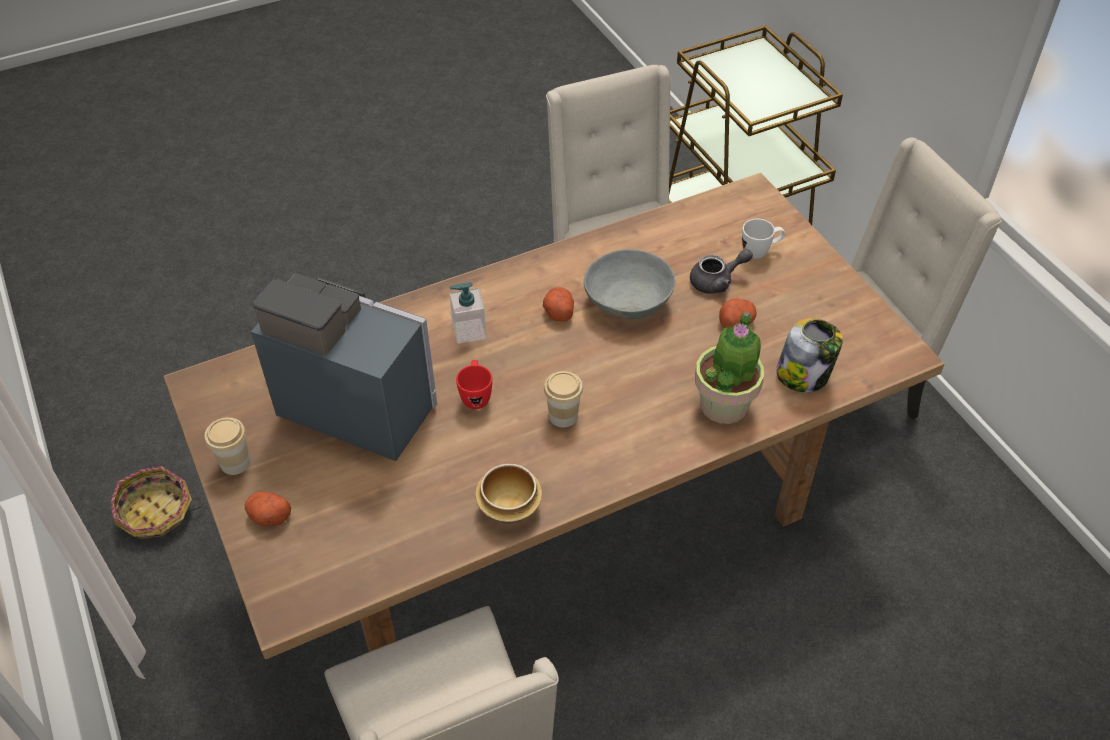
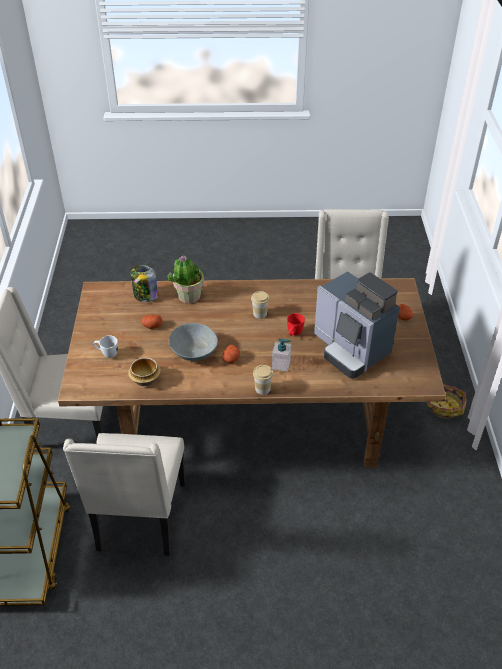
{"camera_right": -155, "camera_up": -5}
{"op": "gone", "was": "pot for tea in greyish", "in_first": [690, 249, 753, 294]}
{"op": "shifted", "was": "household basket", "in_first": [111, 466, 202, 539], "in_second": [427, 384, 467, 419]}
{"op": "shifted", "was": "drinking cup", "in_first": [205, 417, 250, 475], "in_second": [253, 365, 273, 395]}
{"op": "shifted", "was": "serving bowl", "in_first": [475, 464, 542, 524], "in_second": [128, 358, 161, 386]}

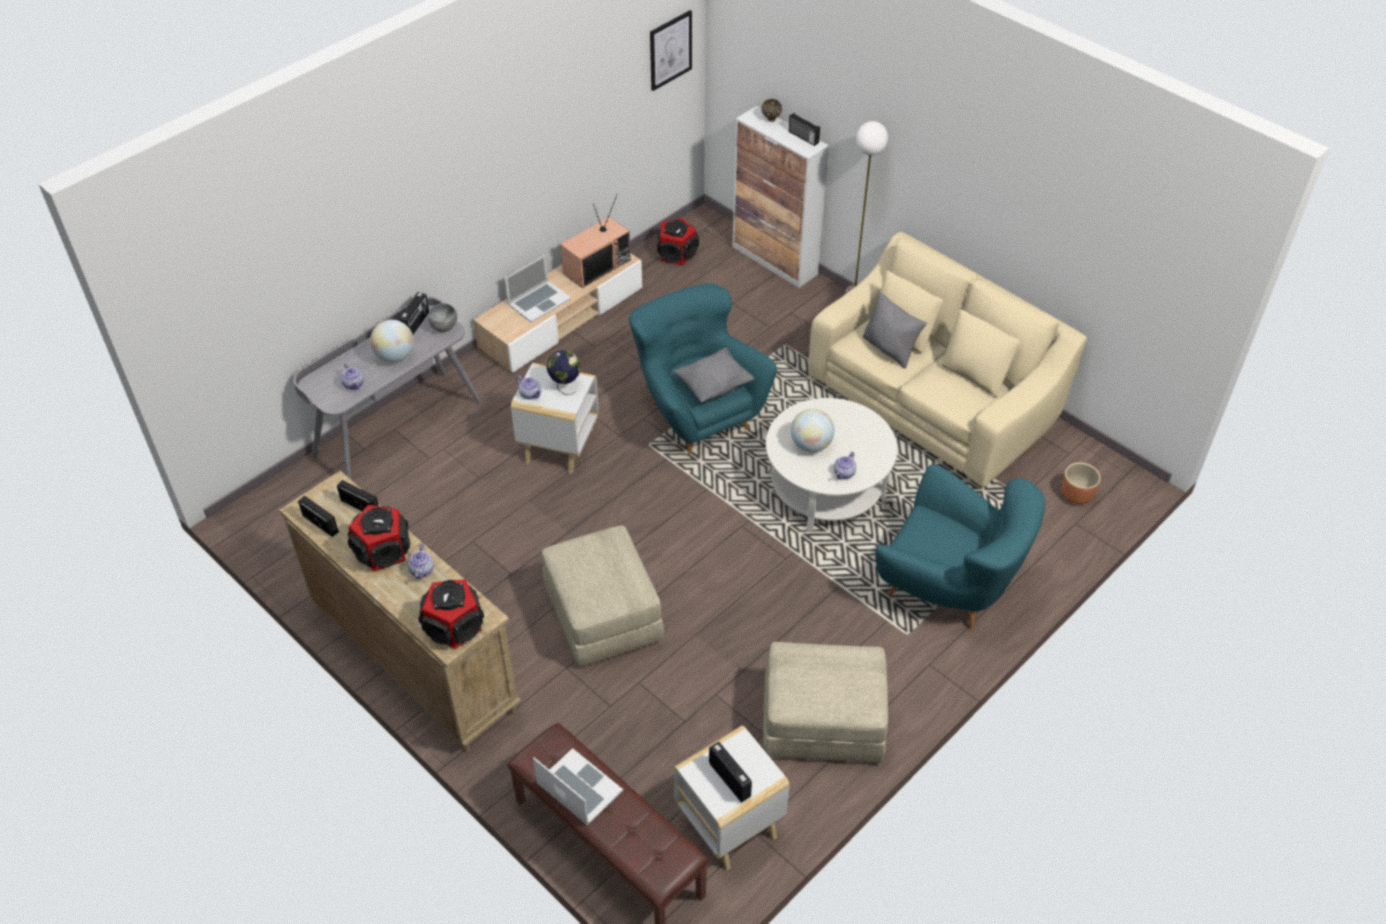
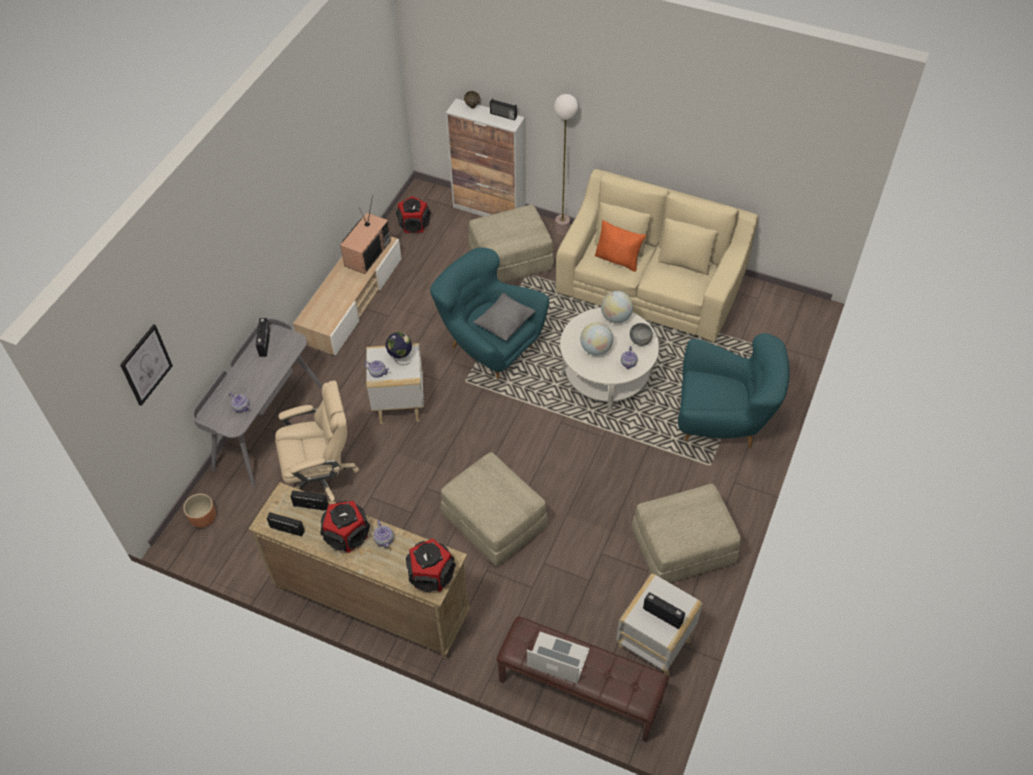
{"camera_right": -20, "camera_up": 5}
{"op": "gone", "was": "portable computer", "in_first": [505, 255, 571, 323]}
{"op": "new", "now": "computer chair in beige", "in_second": [275, 381, 359, 504]}
{"op": "new", "now": "footrest in beige", "in_second": [468, 205, 554, 283]}
{"op": "shifted", "was": "desk globe", "in_first": [370, 320, 414, 363], "in_second": [601, 291, 633, 323]}
{"op": "shifted", "was": "serving bowl in greyish", "in_first": [428, 303, 457, 332], "in_second": [630, 323, 653, 346]}
{"op": "shifted", "was": "picture", "in_first": [650, 10, 692, 91], "in_second": [120, 324, 173, 406]}
{"op": "shifted", "was": "plant pot in brown", "in_first": [1061, 462, 1101, 504], "in_second": [183, 494, 216, 528]}
{"op": "repainted", "was": "cushion in greyish", "now": "cushion in orange-coloured", "in_first": [863, 292, 927, 369], "in_second": [595, 220, 646, 272]}

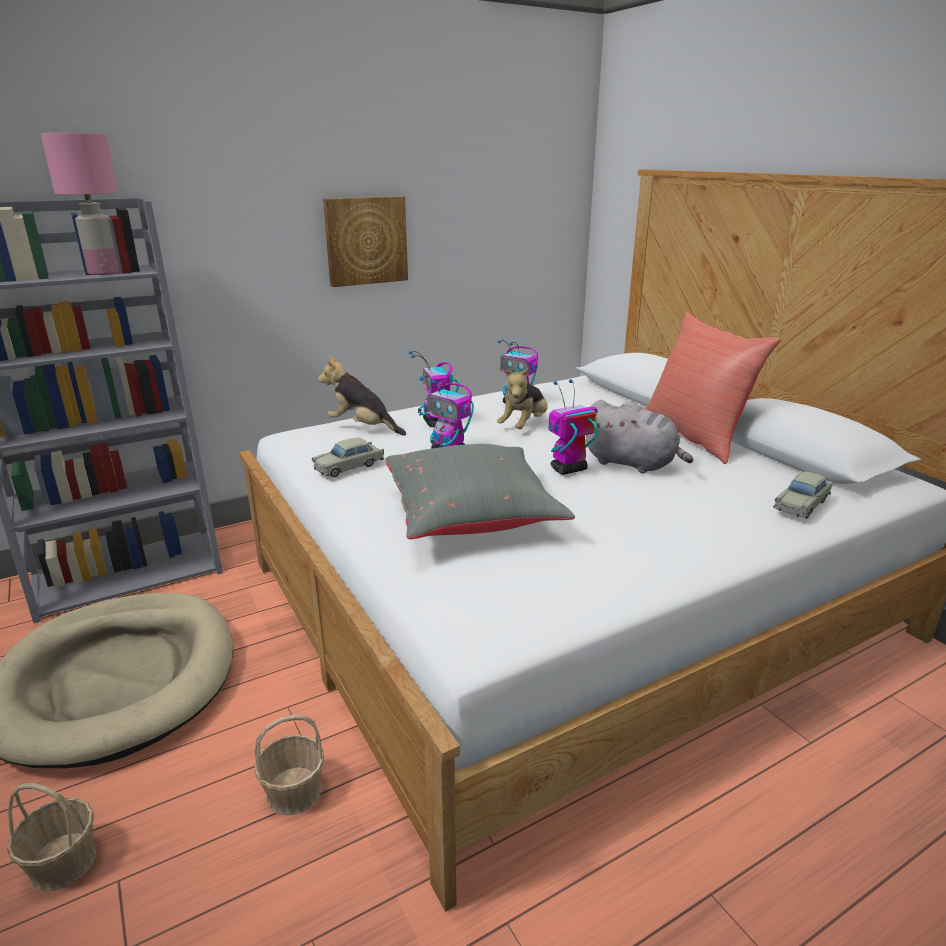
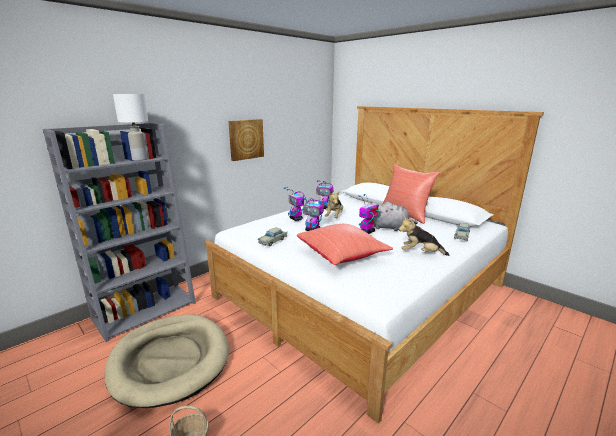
{"camera_right": -15, "camera_up": -5}
{"op": "gone", "was": "household basket", "in_first": [254, 715, 324, 816]}
{"op": "shifted", "was": "soft toy", "in_first": [318, 356, 406, 435], "in_second": [399, 216, 449, 256]}
{"op": "repainted", "was": "table lamp in pink", "now": "table lamp in whitish", "in_first": [40, 133, 119, 275], "in_second": [113, 94, 148, 161]}
{"op": "repainted", "was": "cushion in greyish", "now": "cushion in red-coloured", "in_first": [385, 444, 575, 539], "in_second": [297, 224, 393, 265]}

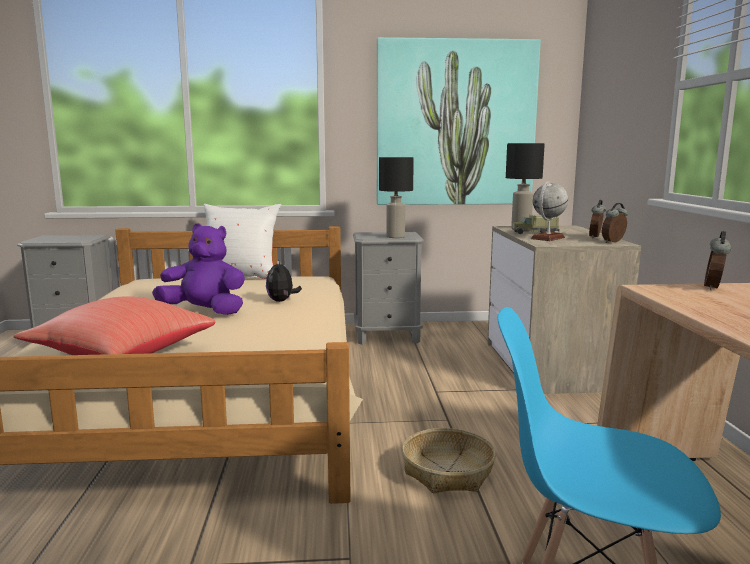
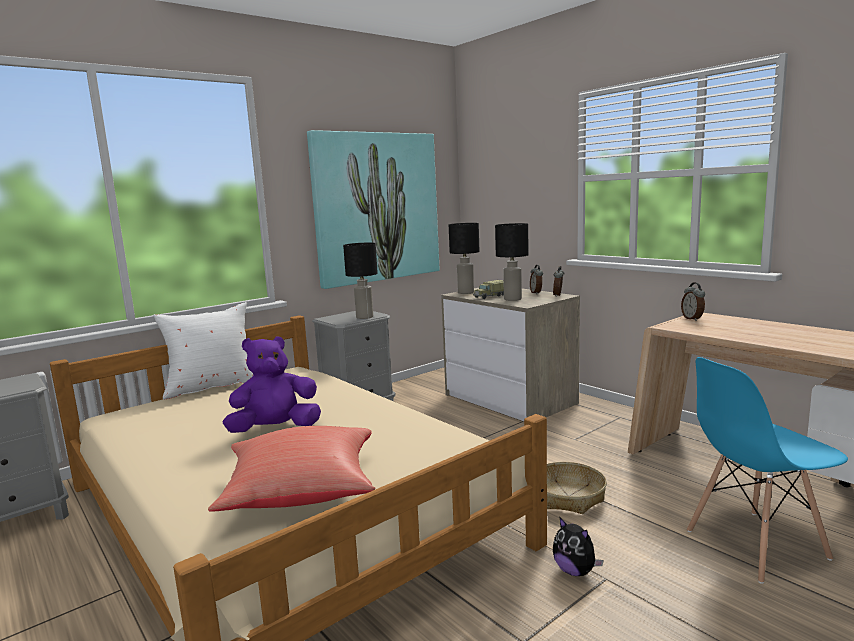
{"camera_right": -35, "camera_up": 0}
{"op": "shifted", "was": "soft toy", "in_first": [266, 259, 302, 302], "in_second": [553, 518, 604, 576]}
{"op": "swapped", "was": "desk globe", "now": "table lamp in blackish", "in_first": [530, 181, 568, 241], "in_second": [495, 223, 529, 301]}

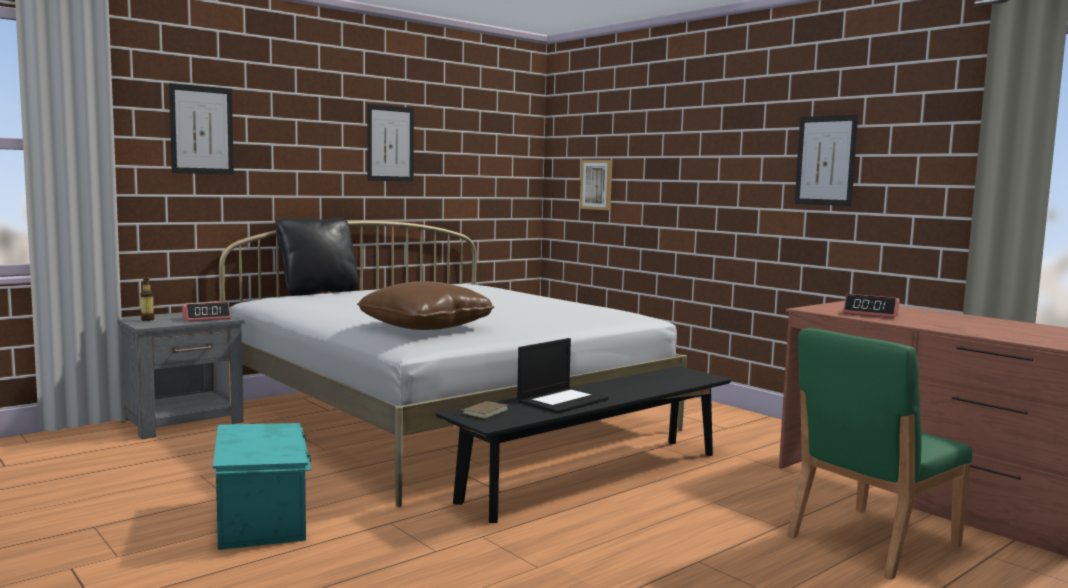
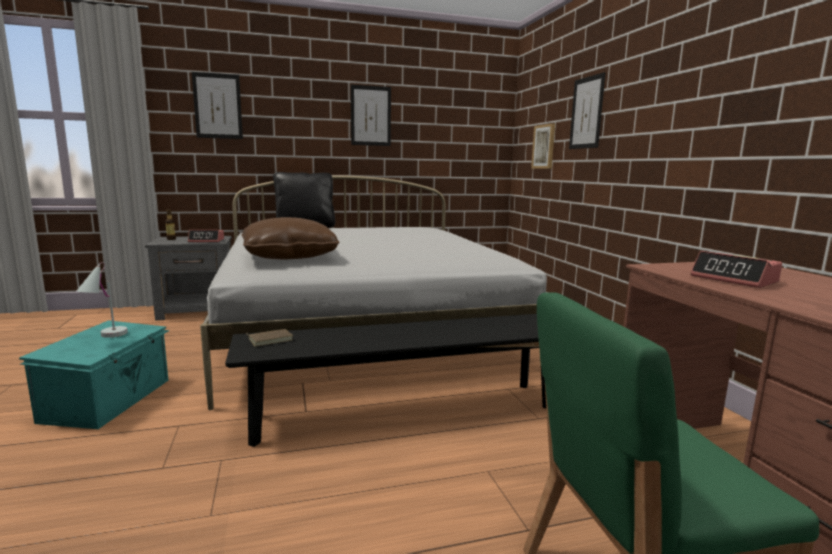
{"camera_right": 25, "camera_up": 5}
{"op": "gone", "was": "portable computer", "in_first": [517, 338, 609, 414]}
{"op": "new", "now": "table lamp in whitish", "in_second": [76, 262, 128, 338]}
{"op": "shifted", "was": "picture", "in_first": [795, 114, 858, 206], "in_second": [569, 72, 606, 149]}

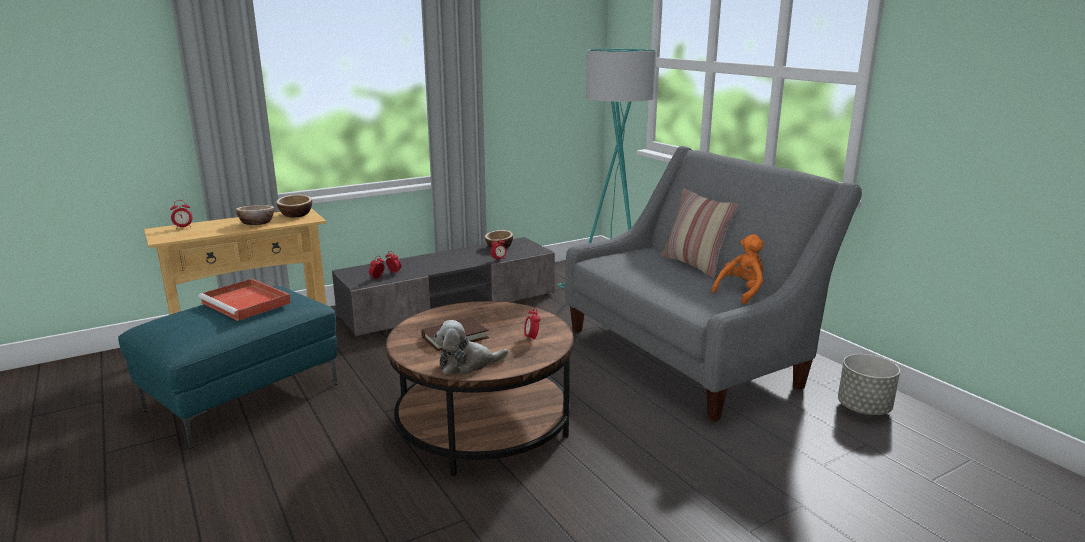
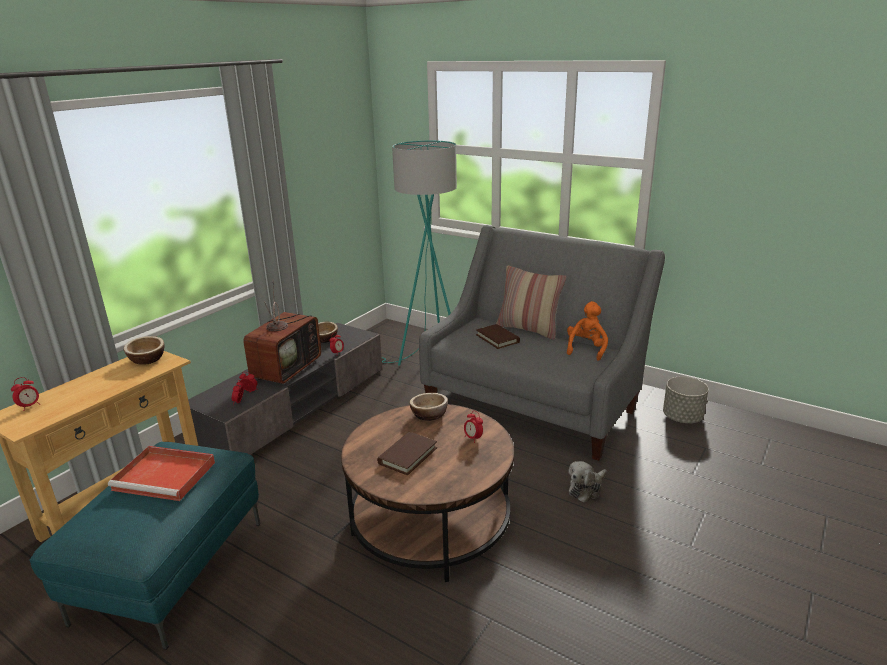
{"camera_right": -25, "camera_up": 5}
{"op": "new", "now": "television", "in_second": [243, 280, 321, 384]}
{"op": "new", "now": "book in brown", "in_second": [476, 324, 520, 349]}
{"op": "shifted", "was": "serving bowl", "in_first": [236, 205, 274, 225], "in_second": [410, 393, 448, 421]}
{"op": "shifted", "was": "soft toy", "in_first": [434, 320, 508, 375], "in_second": [568, 461, 607, 502]}

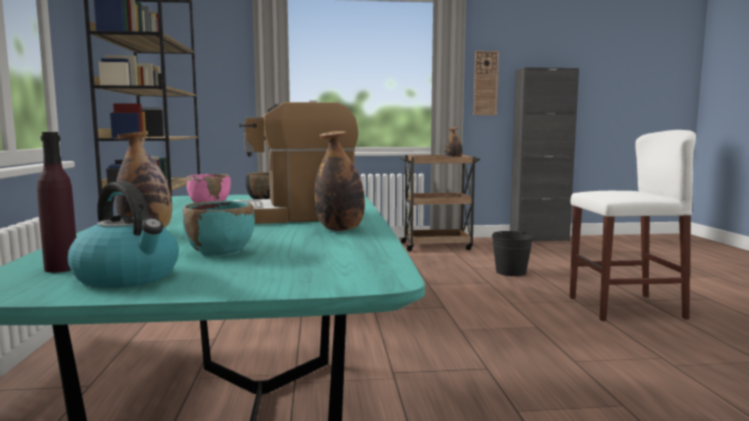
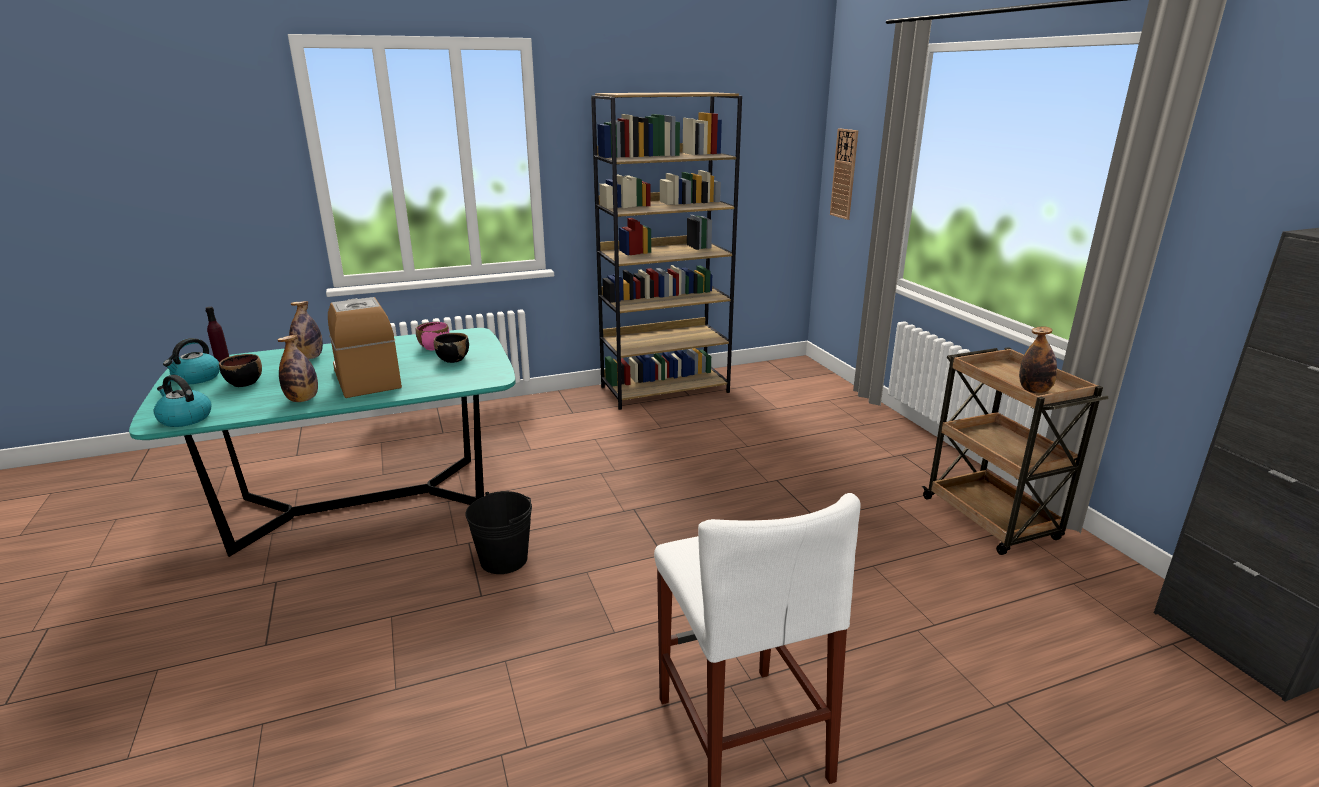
{"camera_right": 75, "camera_up": 15}
{"op": "new", "now": "tea kettle", "in_second": [153, 374, 212, 427]}
{"op": "shifted", "was": "clock on the wall", "in_first": [474, 51, 499, 115], "in_second": [830, 128, 858, 220]}
{"op": "shifted", "was": "water bucket in blackish", "in_first": [492, 231, 533, 276], "in_second": [465, 491, 532, 574]}
{"op": "repainted", "was": "serving bowl in blue-green", "now": "serving bowl in blackish", "in_first": [182, 201, 255, 256], "in_second": [219, 354, 262, 387]}

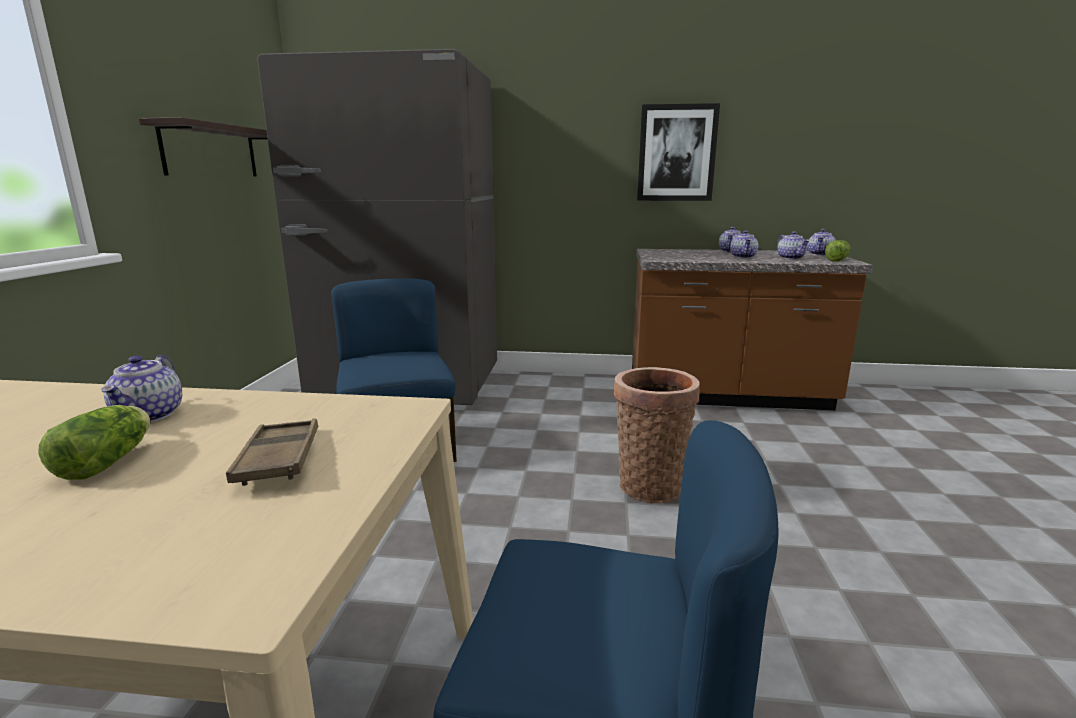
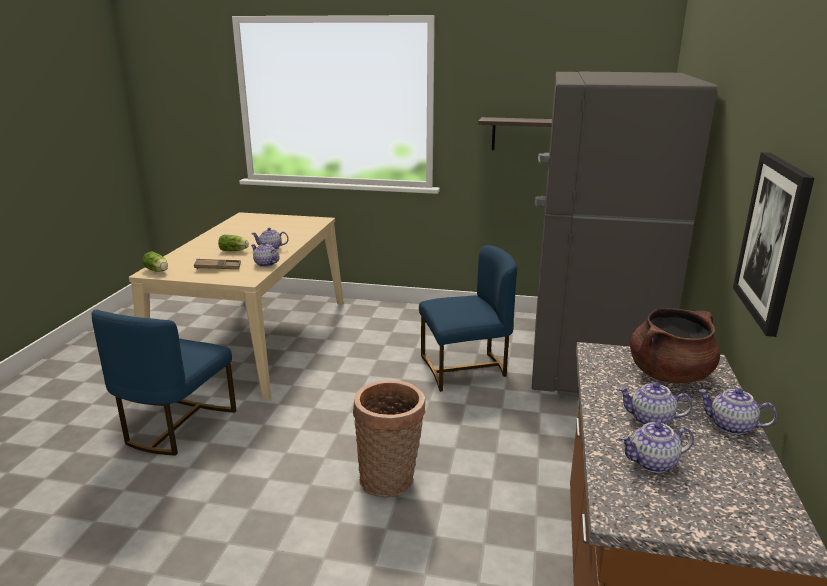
{"camera_right": 95, "camera_up": 5}
{"op": "new", "now": "cooking pot in brown", "in_second": [630, 308, 720, 383]}
{"op": "shifted", "was": "pot for tea", "in_first": [807, 229, 836, 256], "in_second": [251, 242, 280, 267]}
{"op": "shifted", "was": "head of lettuce", "in_first": [825, 240, 850, 262], "in_second": [142, 251, 168, 272]}

